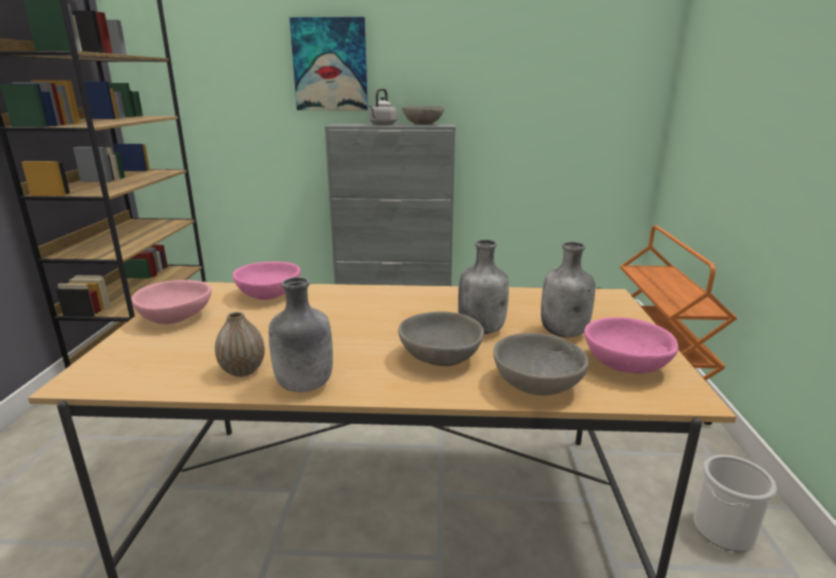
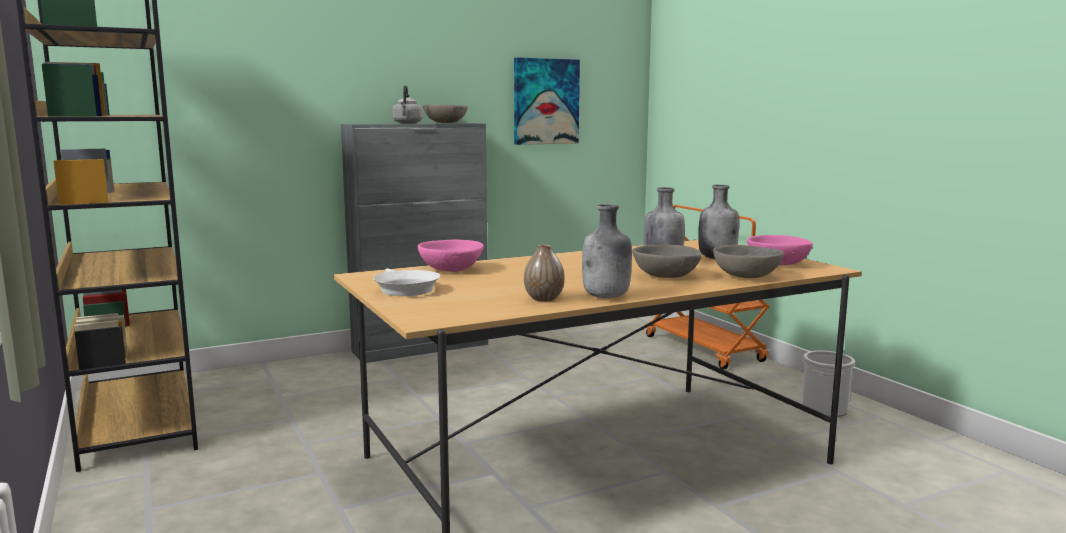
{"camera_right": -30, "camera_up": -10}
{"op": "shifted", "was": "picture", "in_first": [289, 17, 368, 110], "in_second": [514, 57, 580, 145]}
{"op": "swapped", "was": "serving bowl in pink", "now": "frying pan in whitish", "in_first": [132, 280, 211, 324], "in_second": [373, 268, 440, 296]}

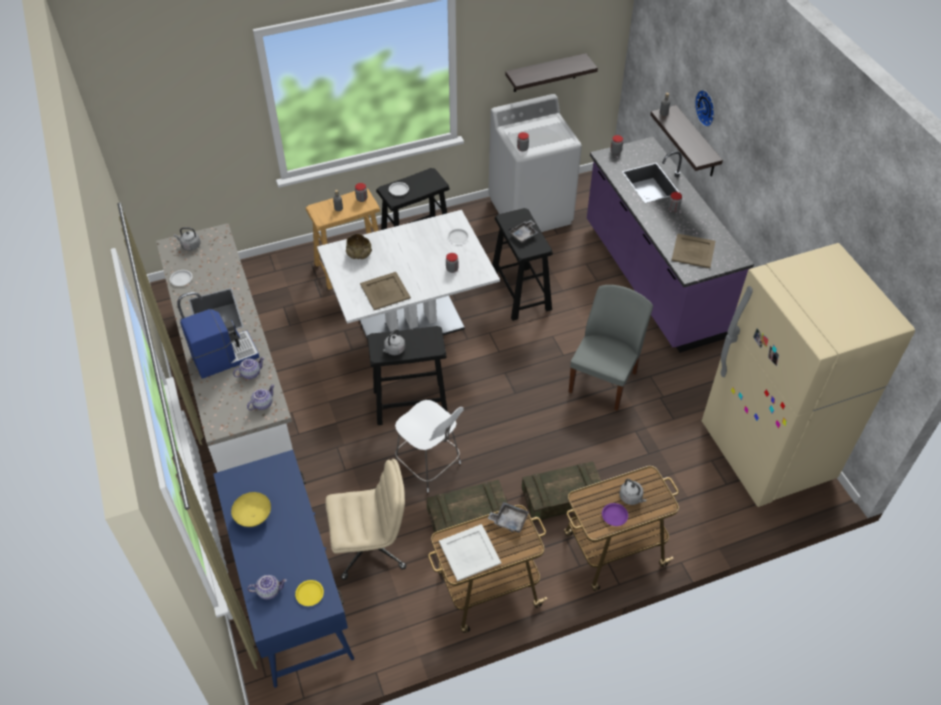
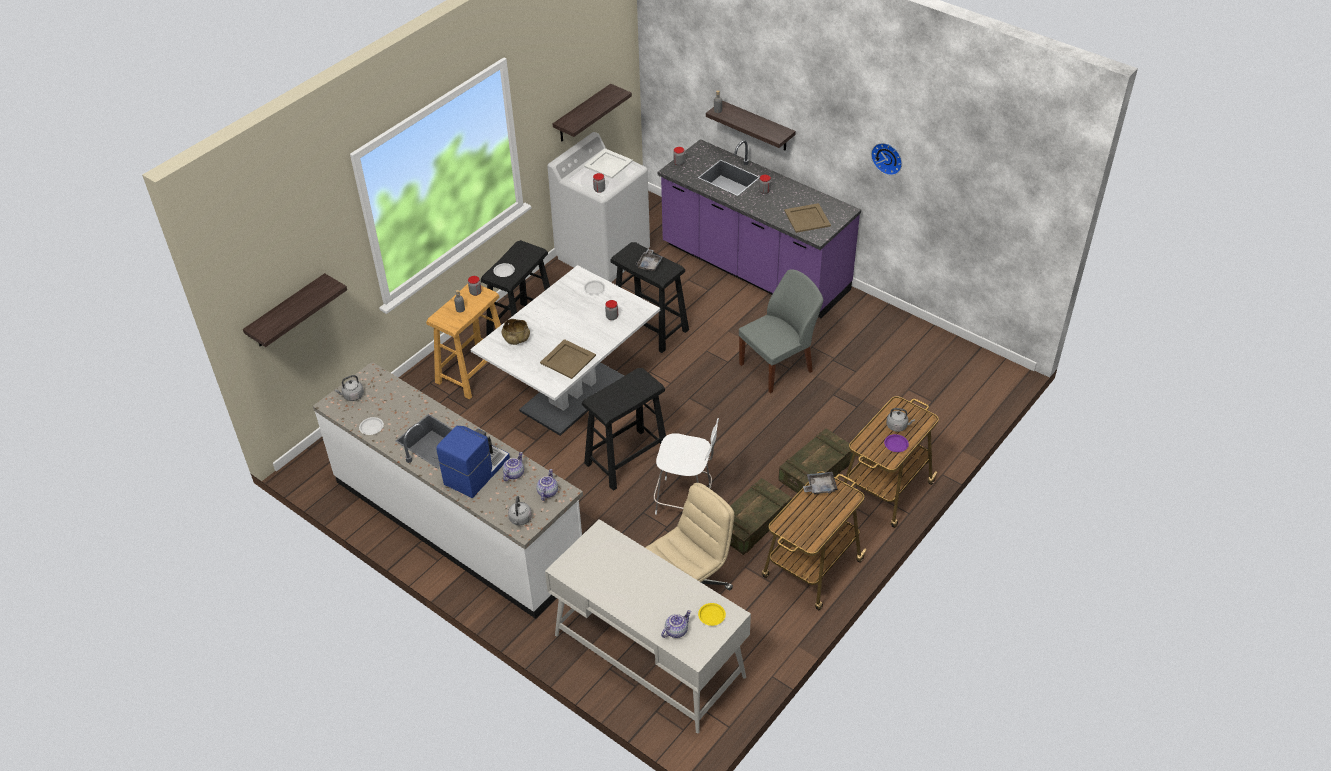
{"camera_right": -30, "camera_up": -5}
{"op": "gone", "was": "serving bowl in yellowish", "in_first": [231, 492, 271, 527]}
{"op": "gone", "was": "kitchen fridge in beige", "in_first": [702, 243, 915, 507]}
{"op": "new", "now": "bracket shelf", "in_second": [243, 273, 347, 347]}
{"op": "shifted", "was": "tea kettle in greyish", "in_first": [383, 329, 405, 355], "in_second": [508, 496, 532, 525]}
{"op": "shifted", "was": "carrying tray in whitish", "in_first": [439, 524, 501, 581], "in_second": [584, 149, 633, 178]}
{"op": "shifted", "was": "clock on the wall", "in_first": [695, 90, 715, 127], "in_second": [871, 143, 902, 175]}
{"op": "repainted", "was": "desk unit in blue-coloured", "now": "desk unit in whitish", "in_first": [213, 450, 354, 688], "in_second": [545, 519, 751, 733]}
{"op": "rotated", "was": "chair in greyish", "in_first": [569, 285, 653, 411], "in_second": [739, 269, 823, 393], "clockwise": 60}

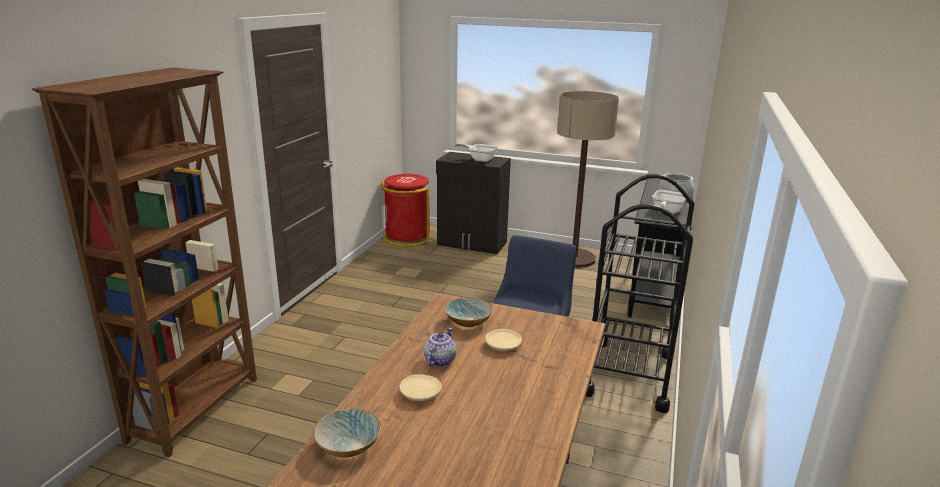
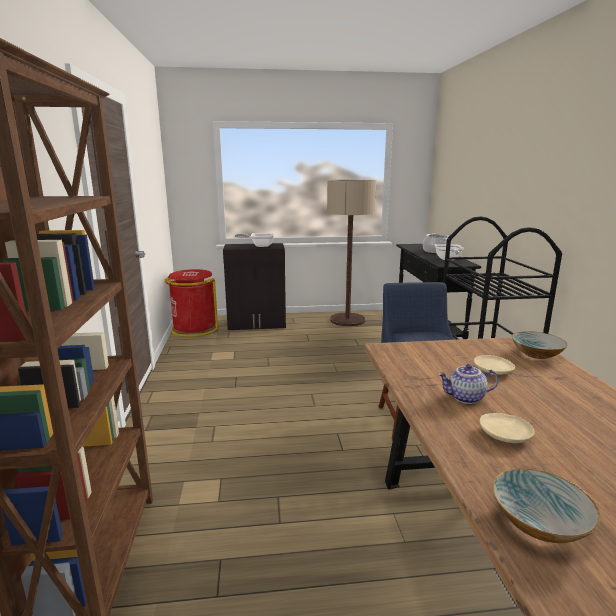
{"camera_right": -25, "camera_up": -5}
{"op": "shifted", "was": "serving bowl", "in_first": [444, 297, 493, 327], "in_second": [512, 331, 568, 359]}
{"op": "rotated", "was": "pot for tea", "in_first": [424, 328, 456, 367], "in_second": [438, 364, 498, 404], "clockwise": -90}

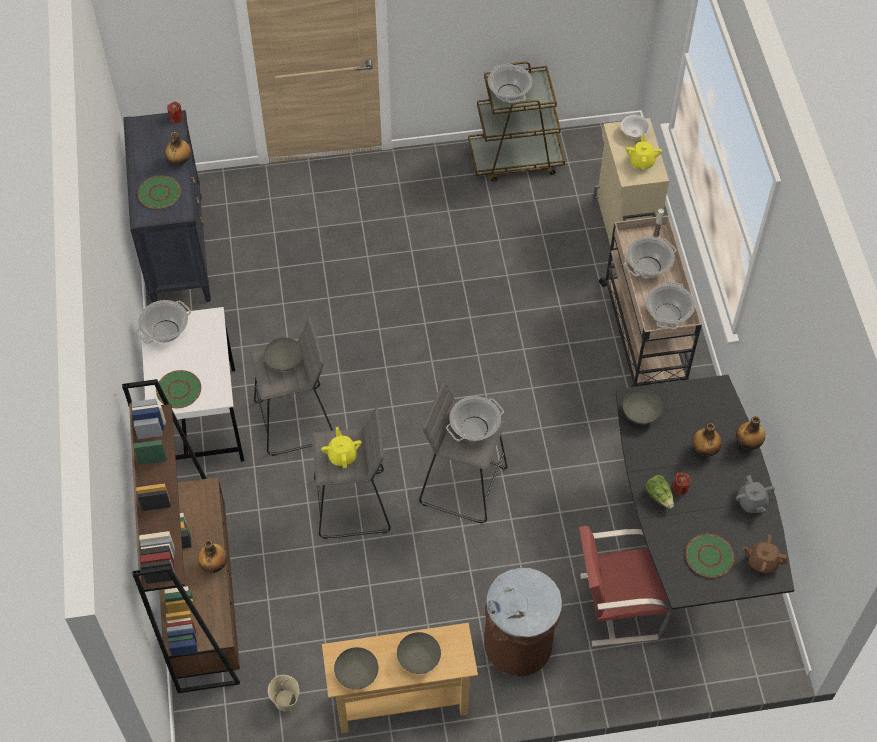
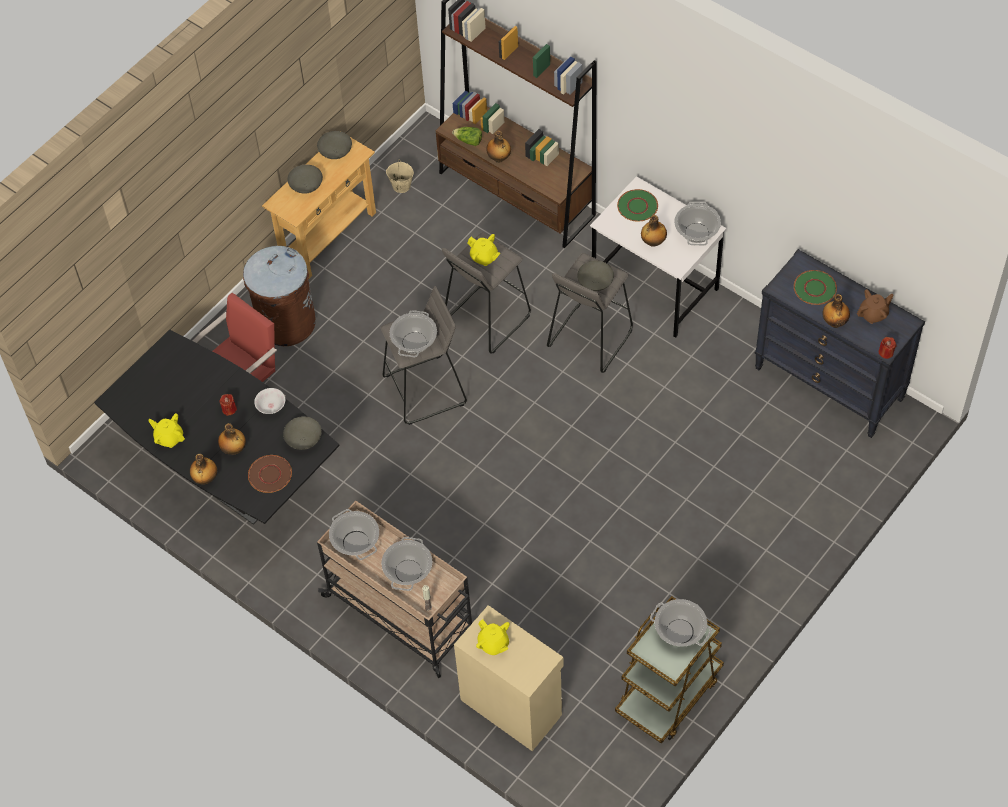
{"camera_right": 140, "camera_up": 0}
{"op": "gone", "was": "dinner plate in greenish", "in_first": [686, 534, 734, 577]}
{"op": "new", "now": "dinner plate in brown", "in_second": [248, 455, 292, 493]}
{"op": "new", "now": "bottle", "in_second": [641, 215, 667, 246]}
{"op": "shifted", "was": "serving bowl in whitish", "in_first": [621, 115, 650, 138], "in_second": [254, 388, 285, 414]}
{"op": "shifted", "was": "head of lettuce", "in_first": [646, 475, 674, 509], "in_second": [452, 127, 482, 146]}
{"op": "shifted", "was": "pot for tea in brown", "in_first": [744, 534, 788, 573], "in_second": [857, 289, 894, 324]}
{"op": "repainted", "was": "pot for tea in greyish", "now": "pot for tea in yellowish", "in_first": [736, 475, 775, 513], "in_second": [148, 413, 185, 448]}

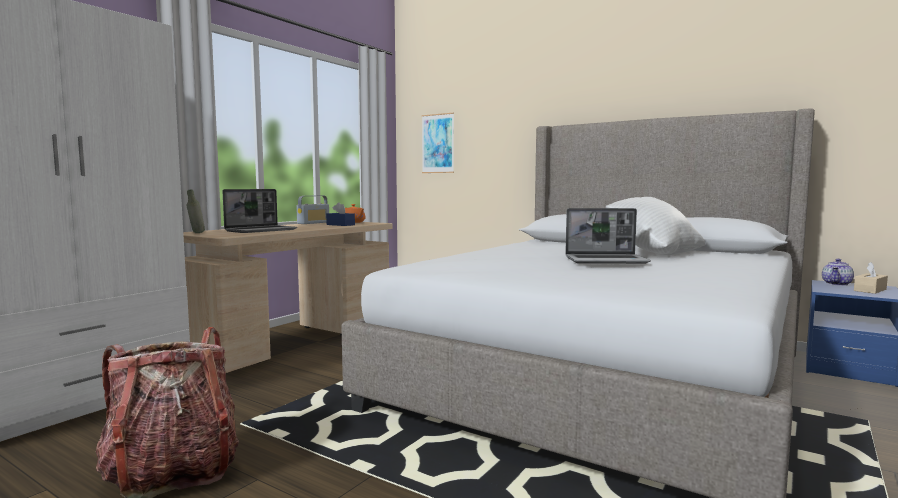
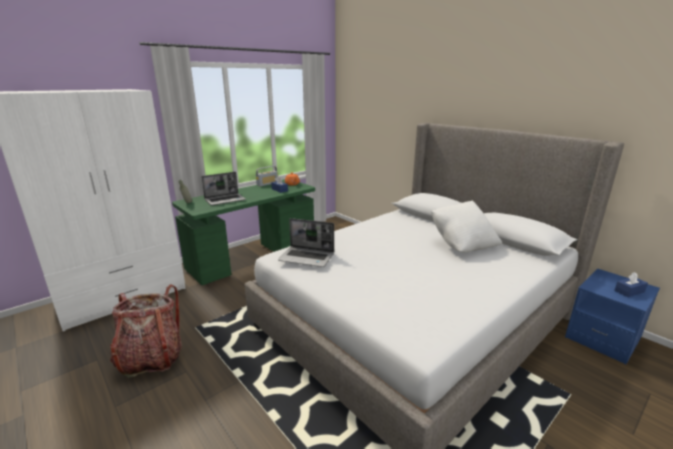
{"camera_right": 15, "camera_up": 15}
{"op": "gone", "was": "picture", "in_first": [422, 113, 454, 173]}
{"op": "gone", "was": "pot for tea", "in_first": [822, 259, 854, 286]}
{"op": "shifted", "was": "portable computer", "in_first": [565, 208, 651, 264], "in_second": [278, 218, 334, 267]}
{"op": "repainted", "was": "desk unit in beige", "now": "desk unit in greenish", "in_first": [183, 222, 393, 373], "in_second": [172, 179, 315, 285]}
{"op": "repainted", "was": "box of tissues in beige", "now": "box of tissues in blue-coloured", "in_first": [854, 262, 888, 294], "in_second": [614, 272, 648, 297]}

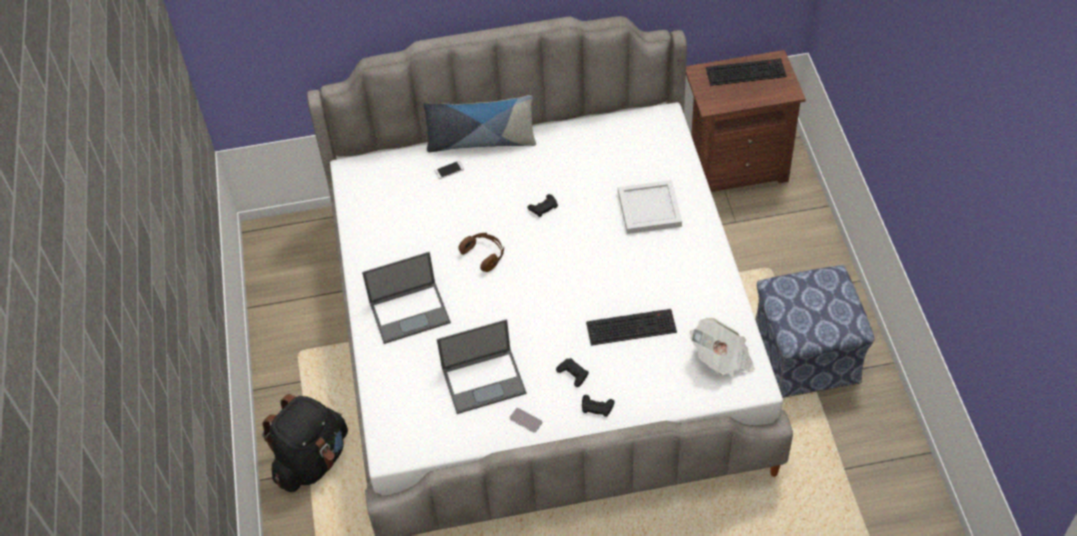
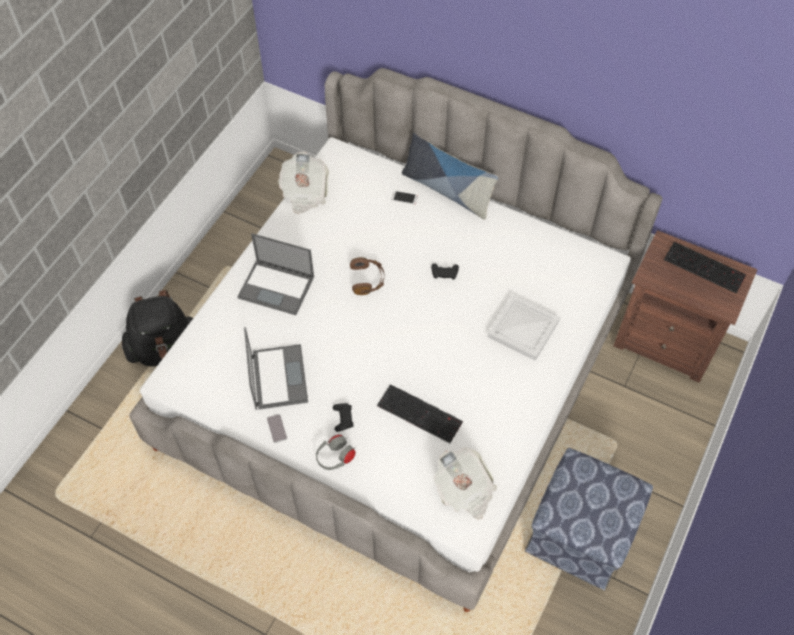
{"camera_right": 35, "camera_up": 5}
{"op": "new", "now": "printed paper", "in_second": [278, 152, 329, 214]}
{"op": "swapped", "was": "gamepad in blackish", "now": "headset in greyish", "in_first": [582, 395, 615, 417], "in_second": [316, 435, 356, 470]}
{"op": "rotated", "was": "portable computer", "in_first": [437, 319, 527, 414], "in_second": [244, 327, 308, 410], "clockwise": -120}

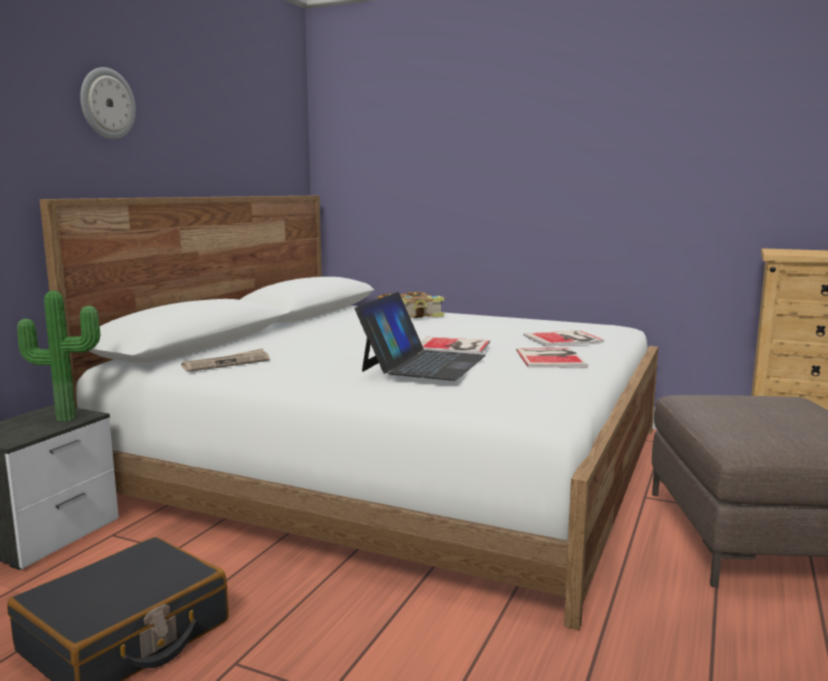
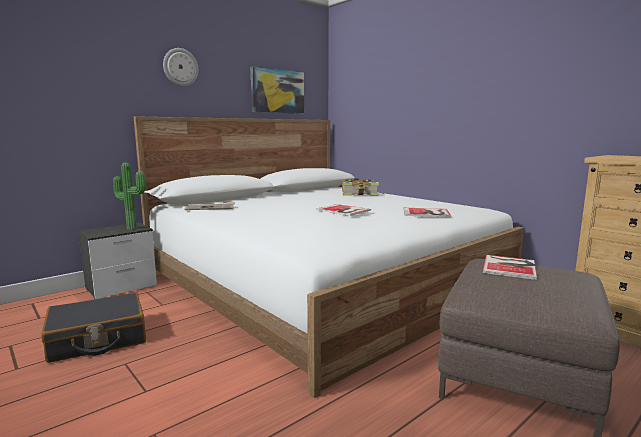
{"camera_right": 25, "camera_up": 0}
{"op": "gone", "was": "portable computer", "in_first": [355, 292, 486, 381]}
{"op": "new", "now": "picture", "in_second": [250, 67, 304, 114]}
{"op": "shifted", "was": "book", "in_first": [516, 348, 588, 368], "in_second": [482, 255, 537, 280]}

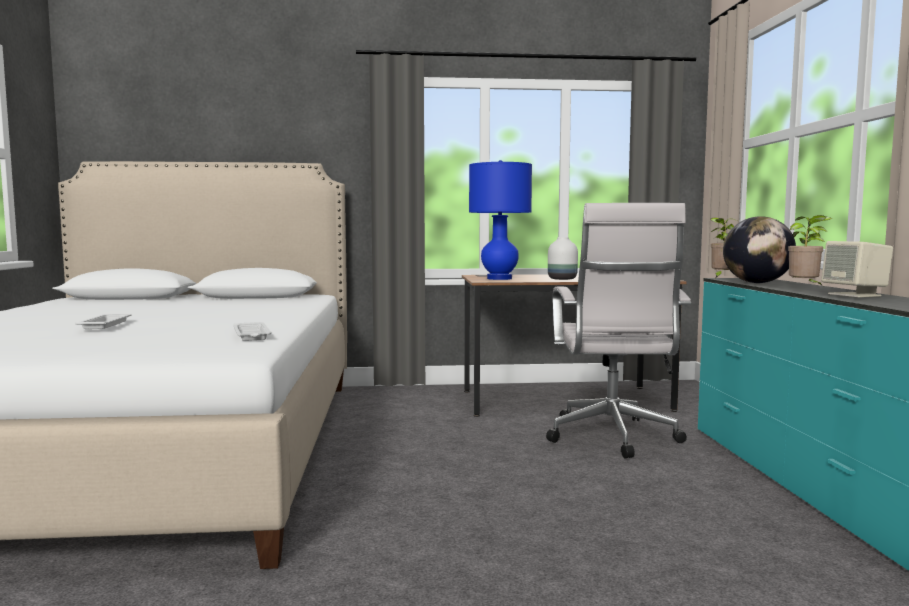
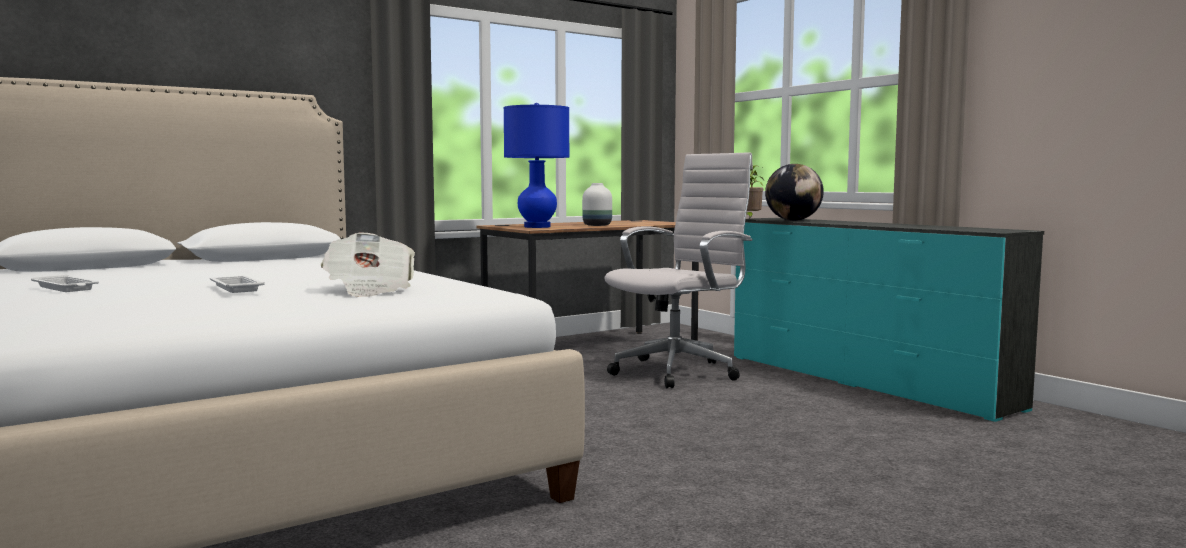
{"camera_right": -30, "camera_up": 0}
{"op": "gone", "was": "potted plant", "in_first": [788, 215, 832, 286]}
{"op": "gone", "was": "speaker in beige", "in_first": [821, 241, 893, 297]}
{"op": "new", "now": "printed paper", "in_second": [321, 233, 415, 297]}
{"op": "shifted", "was": "carrying tray in whitish", "in_first": [233, 322, 271, 341], "in_second": [31, 275, 99, 292]}
{"op": "rotated", "was": "computer chair in whitish", "in_first": [546, 203, 691, 458], "in_second": [605, 152, 753, 388], "clockwise": -105}

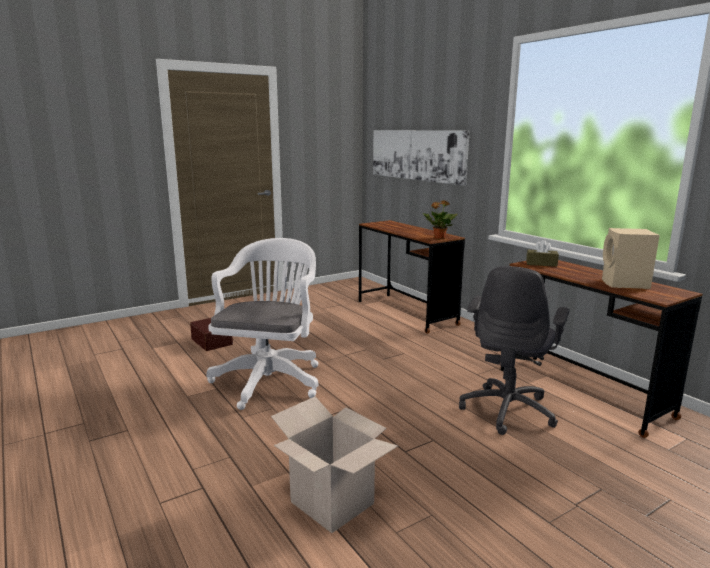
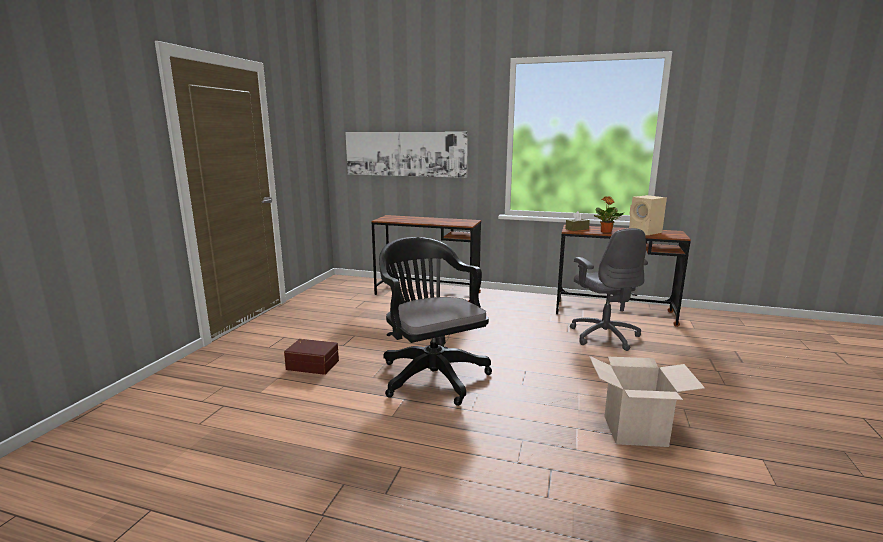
{"camera_right": -40, "camera_up": 0}
{"op": "shifted", "was": "potted plant", "in_first": [422, 200, 458, 240], "in_second": [594, 196, 624, 233]}
{"op": "repainted", "was": "computer chair in whitish", "now": "computer chair in blackish", "in_first": [206, 238, 319, 410], "in_second": [379, 237, 492, 406]}

